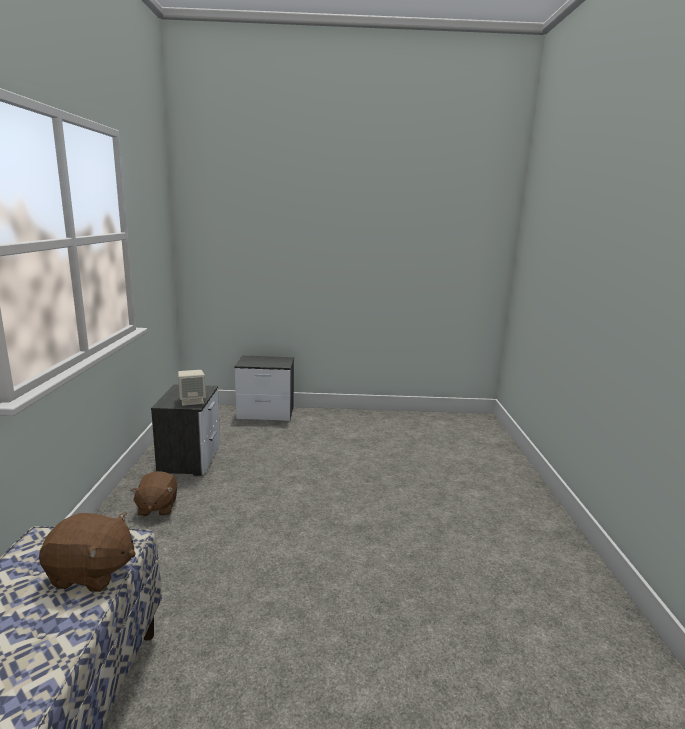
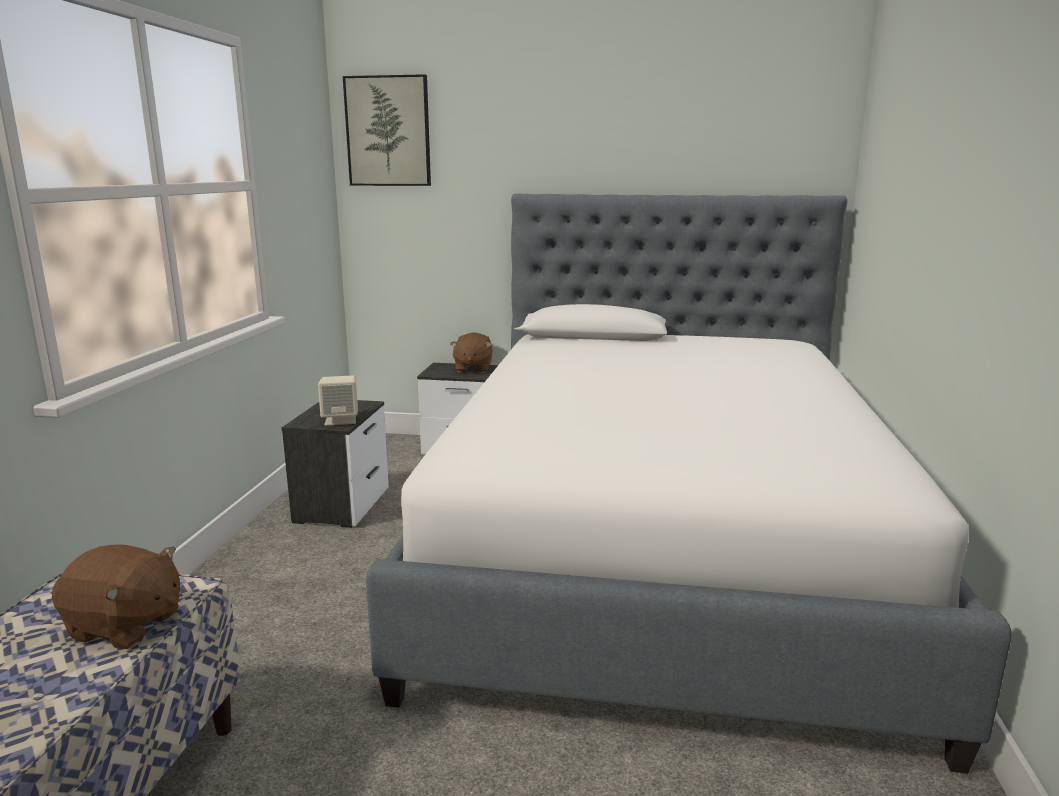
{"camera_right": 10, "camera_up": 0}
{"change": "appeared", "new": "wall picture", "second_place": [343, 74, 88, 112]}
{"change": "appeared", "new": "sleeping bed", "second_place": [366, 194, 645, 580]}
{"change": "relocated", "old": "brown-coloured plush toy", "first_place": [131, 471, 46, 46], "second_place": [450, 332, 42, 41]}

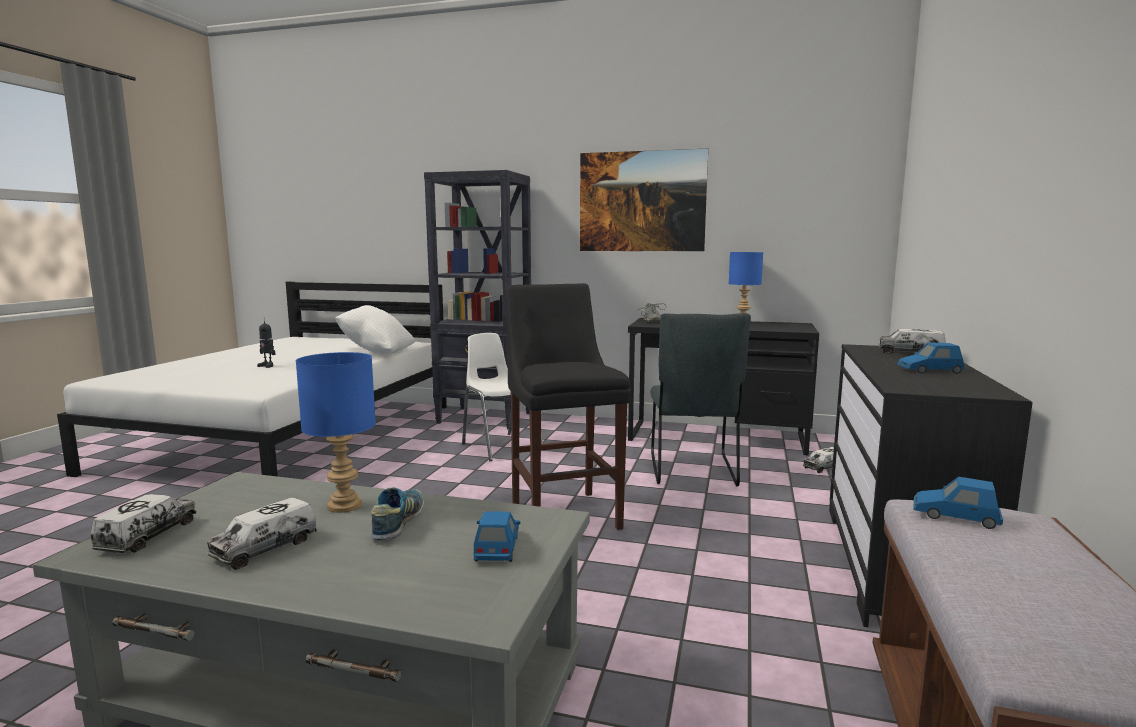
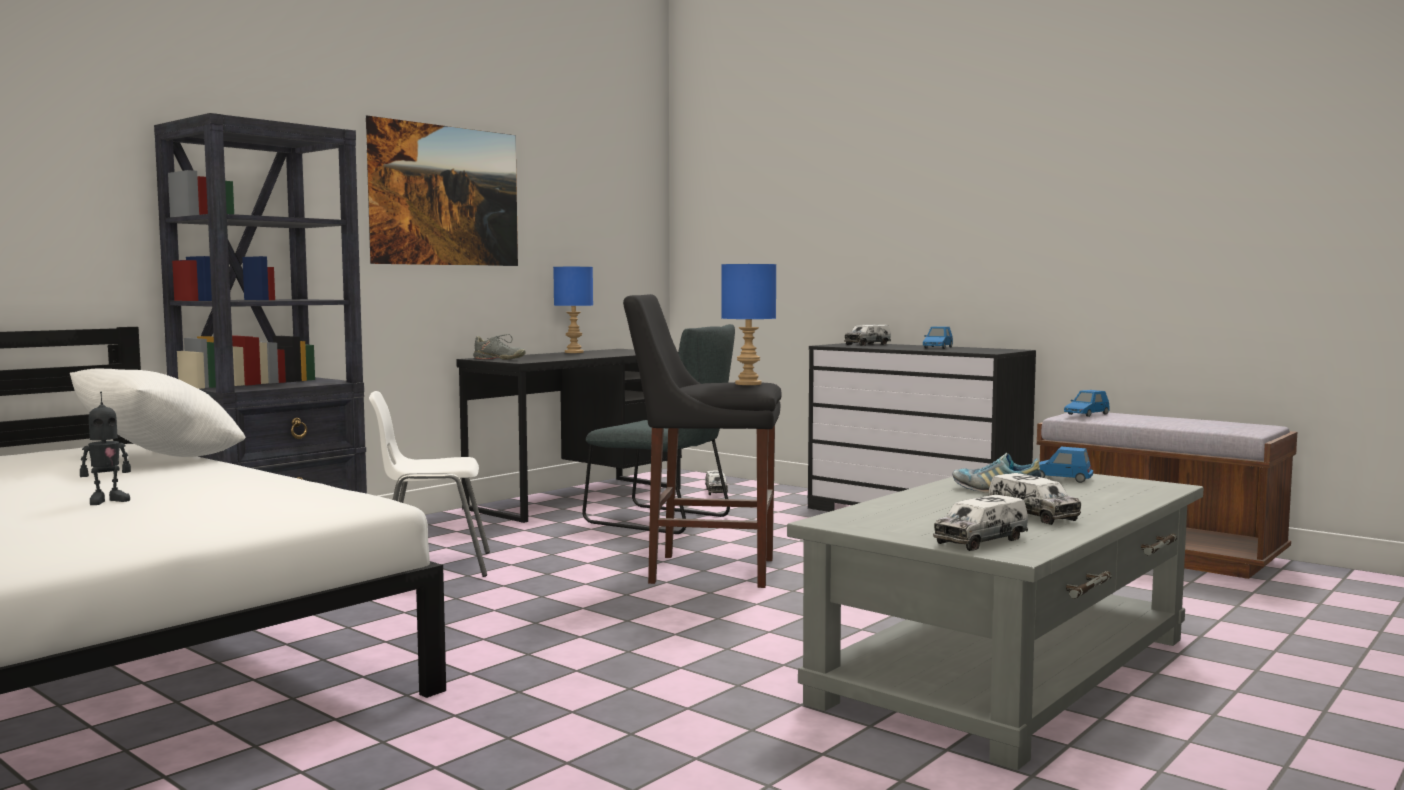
{"camera_right": -65, "camera_up": -5}
{"change": "relocated", "old": "bluish tabletop lamp", "first_place": [296, 352, 80, 161], "second_place": [721, 264, 55, 121]}
{"change": "spun", "old": "toy truck", "first_place": [91, 494, 106, 59], "second_place": [933, 495, 95, 56], "degrees": -75}

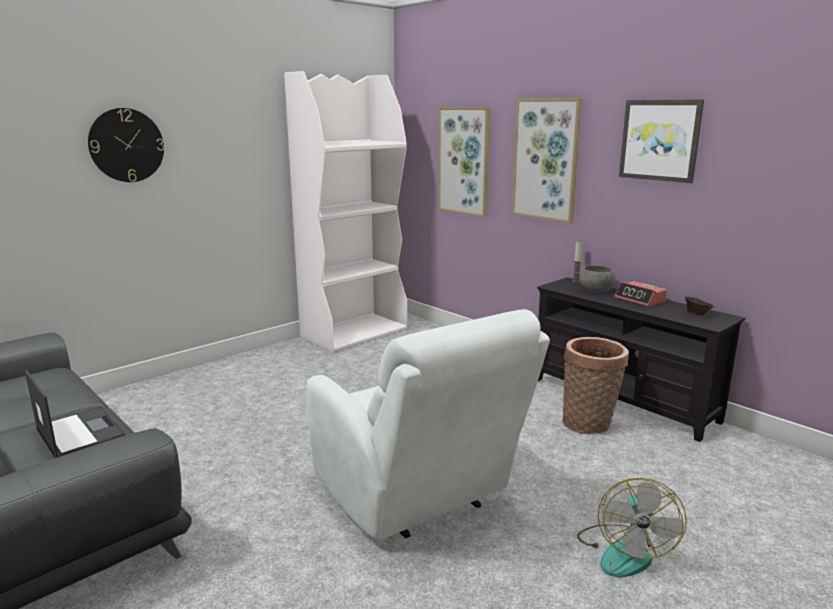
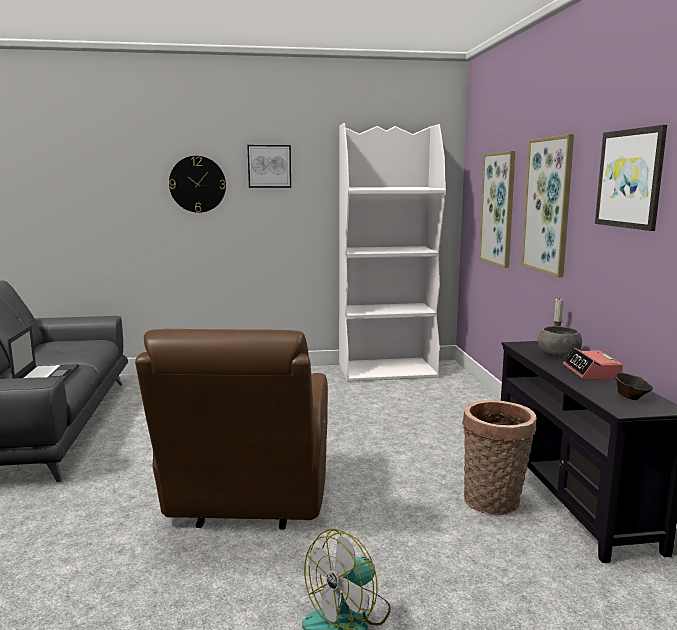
{"camera_right": 35, "camera_up": -5}
{"change": "appeared", "new": "wall picture", "second_place": [247, 145, 44, 43]}
{"change": "colour", "old": "white-coloured easy chair", "new": "brown-coloured easy chair", "first_place": [307, 309, 243, 230], "second_place": [135, 329, 193, 201]}

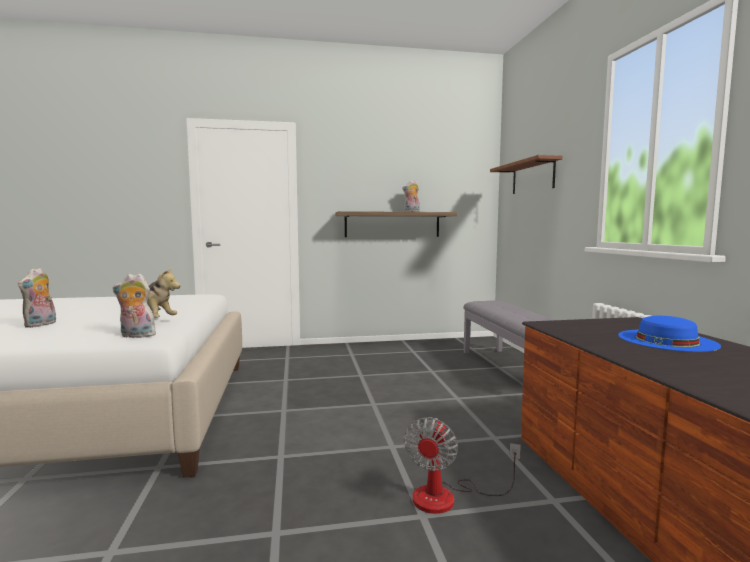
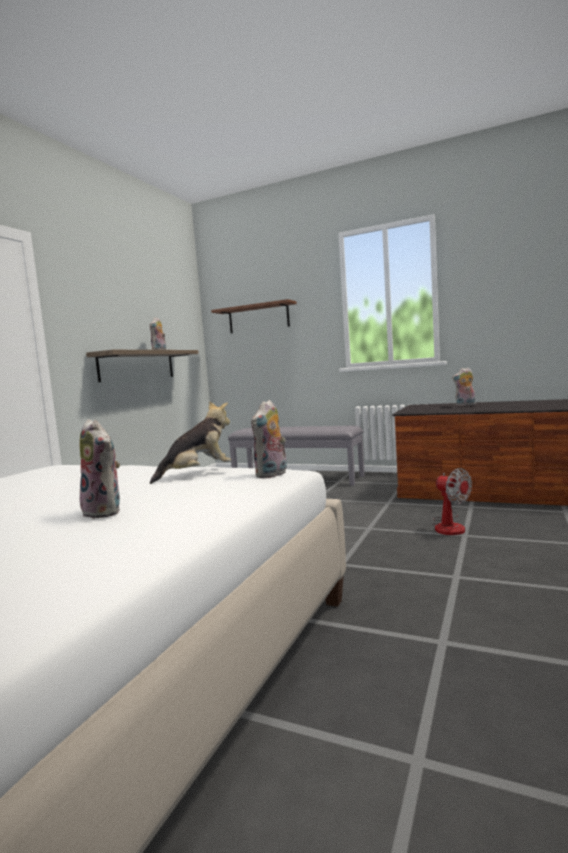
{"camera_right": -55, "camera_up": 0}
{"change": "exchanged", "old": "bluish hat", "new": "plush toy", "first_place": [618, 316, 103, 36], "second_place": [452, 368, 24, 38]}

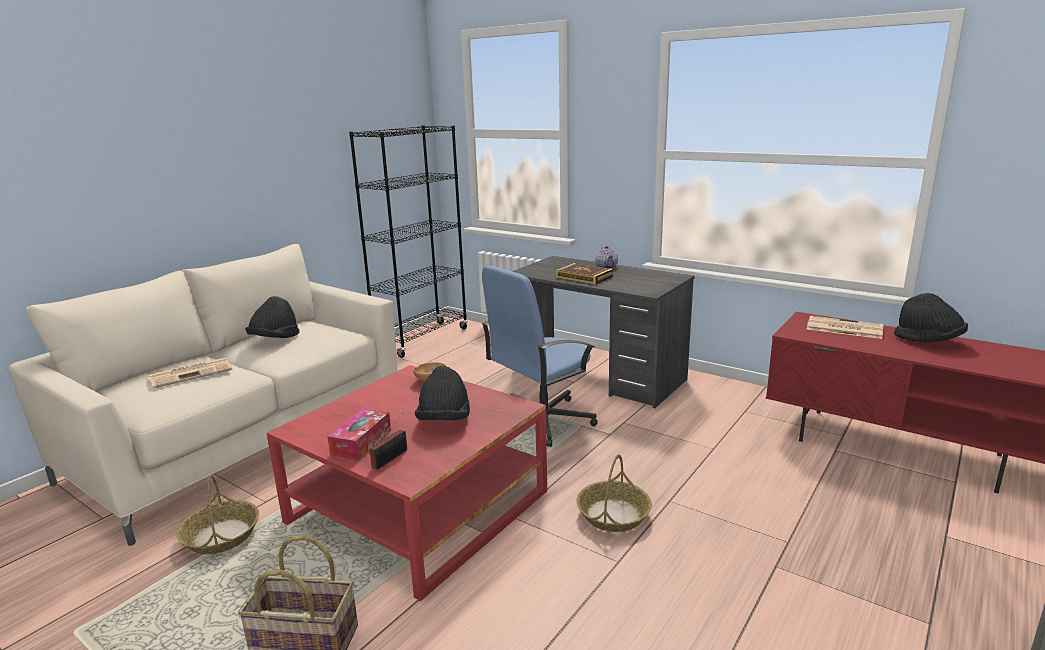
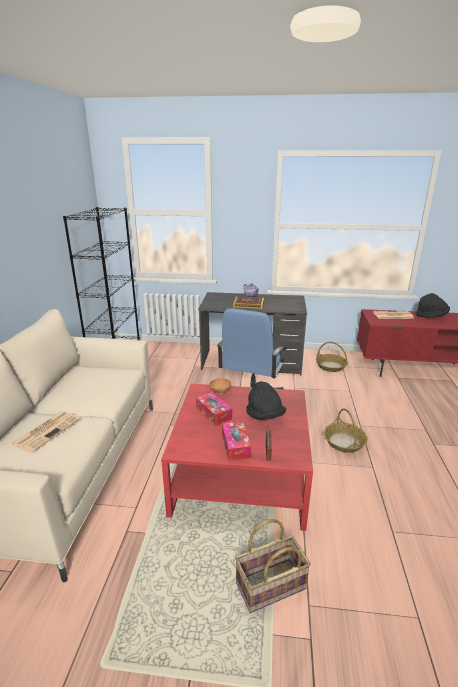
{"camera_right": -30, "camera_up": 5}
{"change": "missing", "old": "black-coloured hat", "first_place": [245, 296, 55, 42]}
{"change": "appeared", "new": "tissue box", "second_place": [196, 392, 36, 34]}
{"change": "relocated", "old": "basket", "first_place": [176, 475, 83, 79], "second_place": [316, 342, 32, 30]}

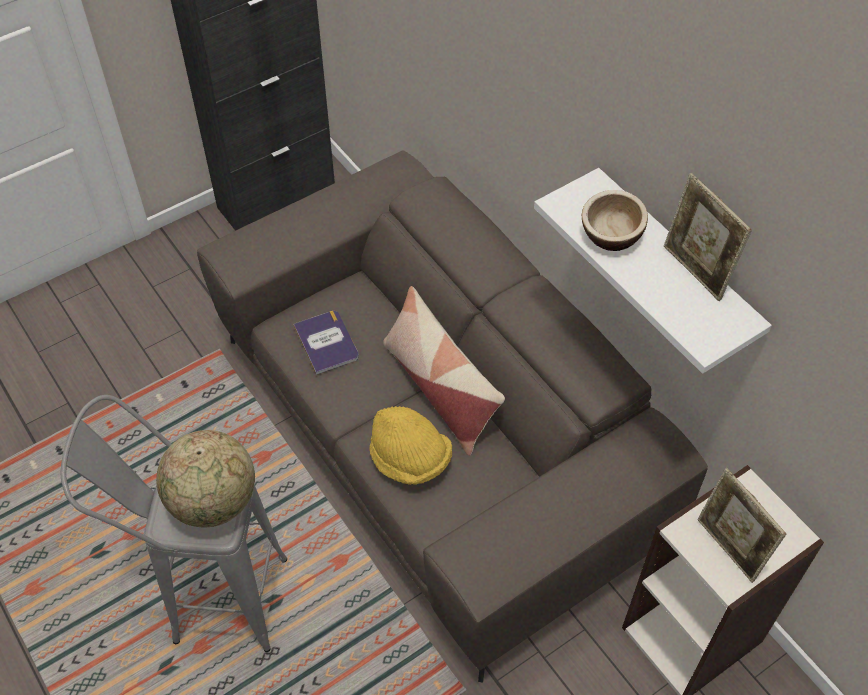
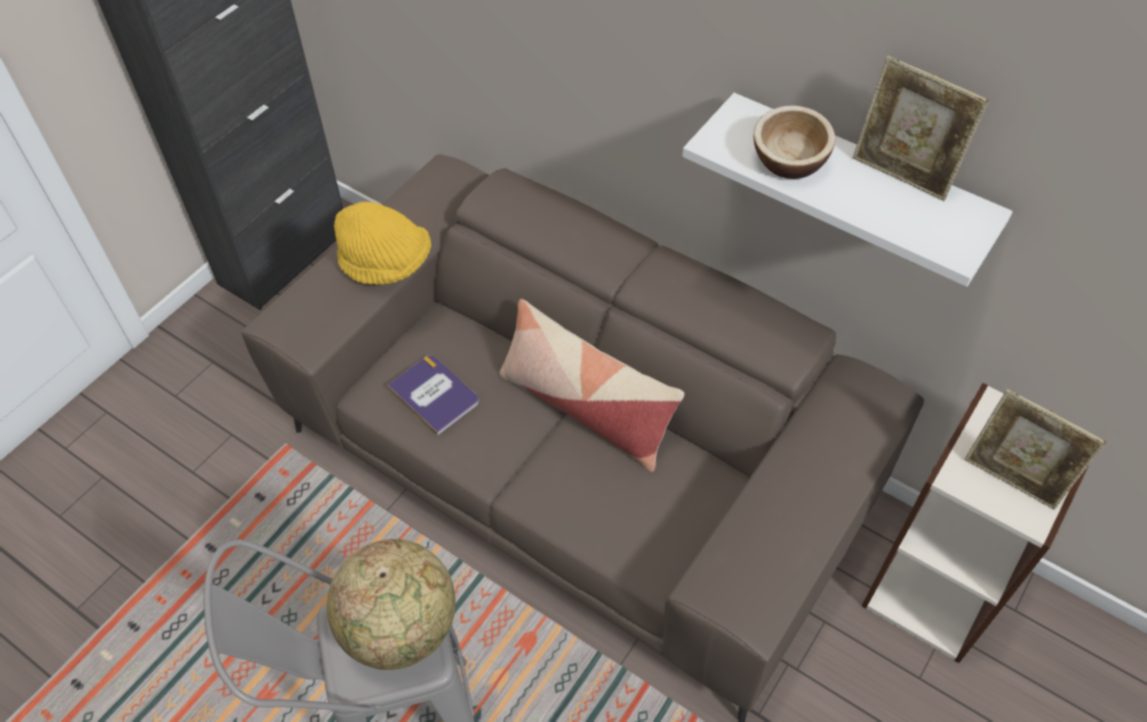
{"camera_right": -20, "camera_up": 0}
{"change": "relocated", "old": "yellow-coloured hat", "first_place": [369, 406, 83, 79], "second_place": [334, 202, 97, 83]}

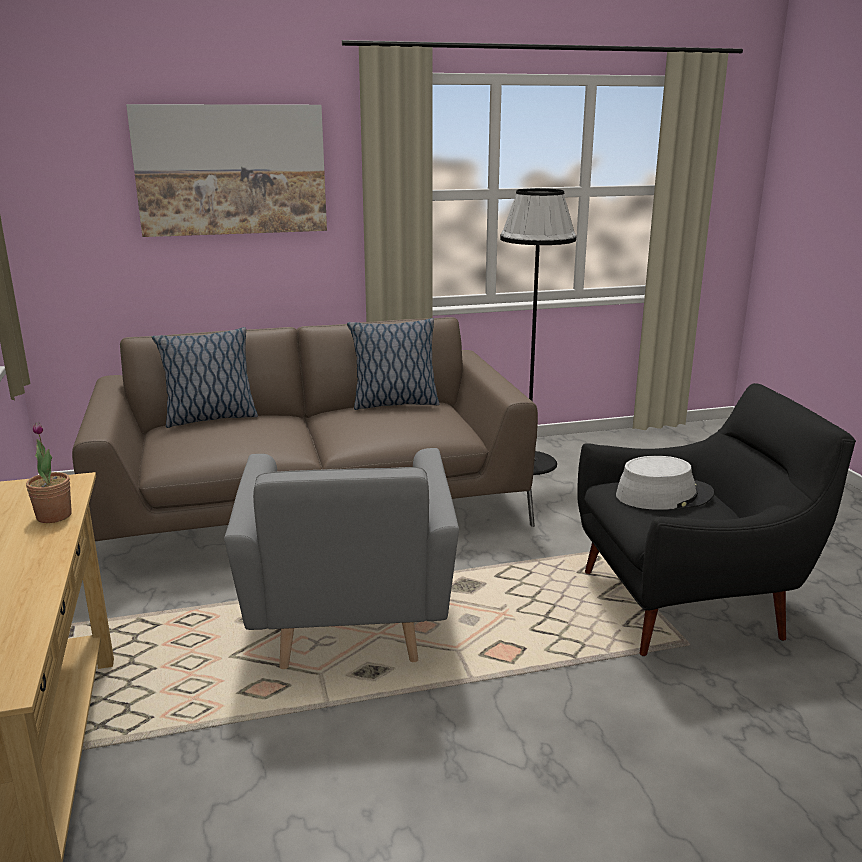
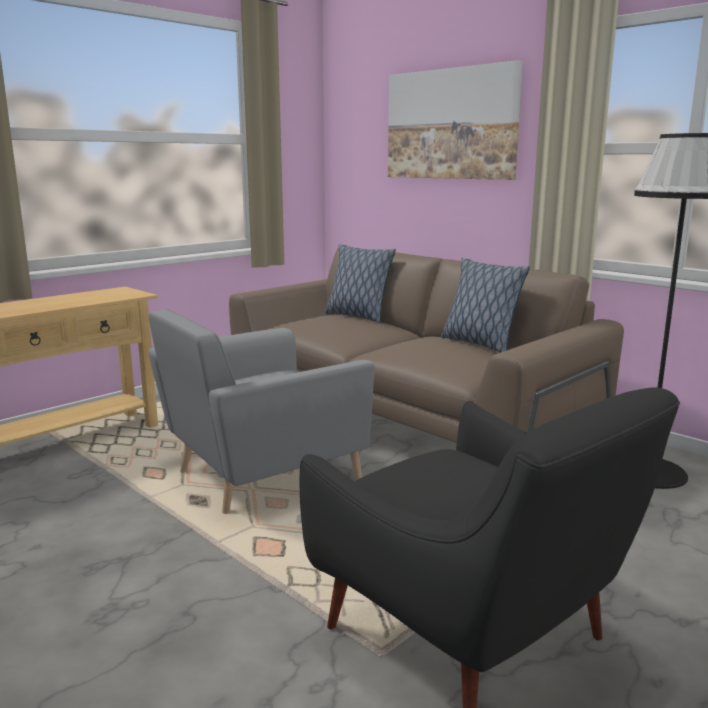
{"camera_right": 60, "camera_up": -5}
{"change": "missing", "old": "plant in a pot", "first_place": [26, 422, 46, 101]}
{"change": "missing", "old": "grey hat", "first_place": [616, 456, 98, 54]}

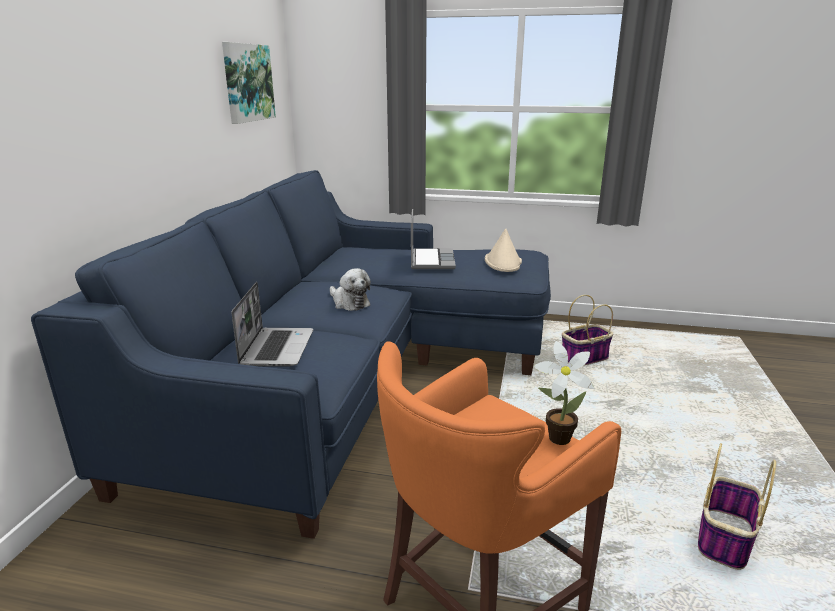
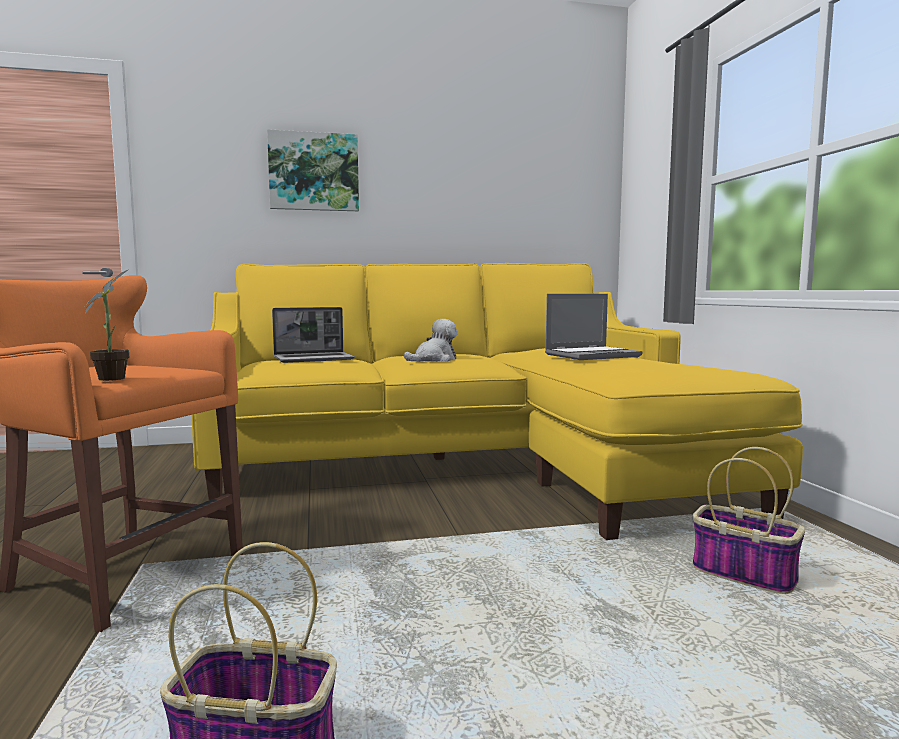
{"camera_right": 65, "camera_up": -15}
{"change": "missing", "old": "beige-coloured hat", "first_place": [485, 229, 37, 43]}
{"change": "relocated", "old": "wall picture", "first_place": [222, 42, 54, 82], "second_place": [267, 129, 92, 82]}
{"change": "colour", "old": "bluish couch", "new": "yellow-coloured couch", "first_place": [31, 170, 520, 369], "second_place": [191, 263, 612, 277]}
{"change": "spun", "old": "plush toy", "first_place": [330, 268, 41, 43], "second_place": [404, 319, 53, 43], "degrees": -150}

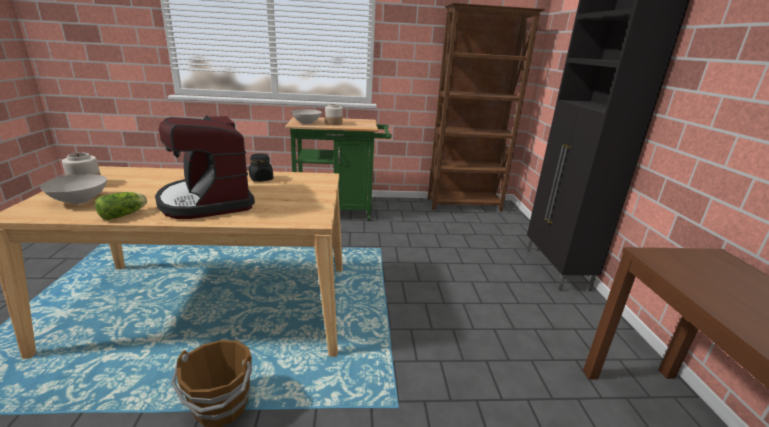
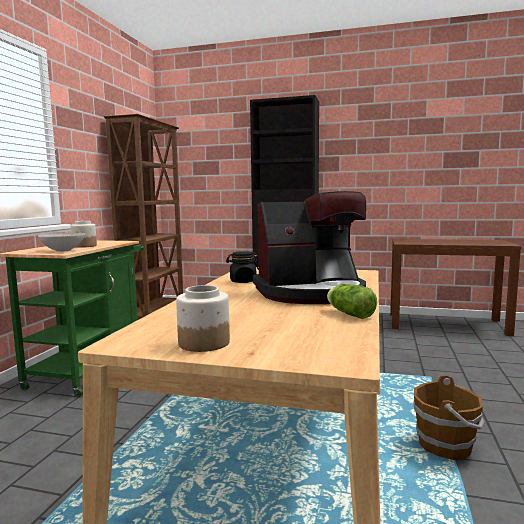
{"camera_right": -70, "camera_up": -15}
{"change": "missing", "old": "white-coloured bowl", "first_place": [40, 174, 67, 30]}

